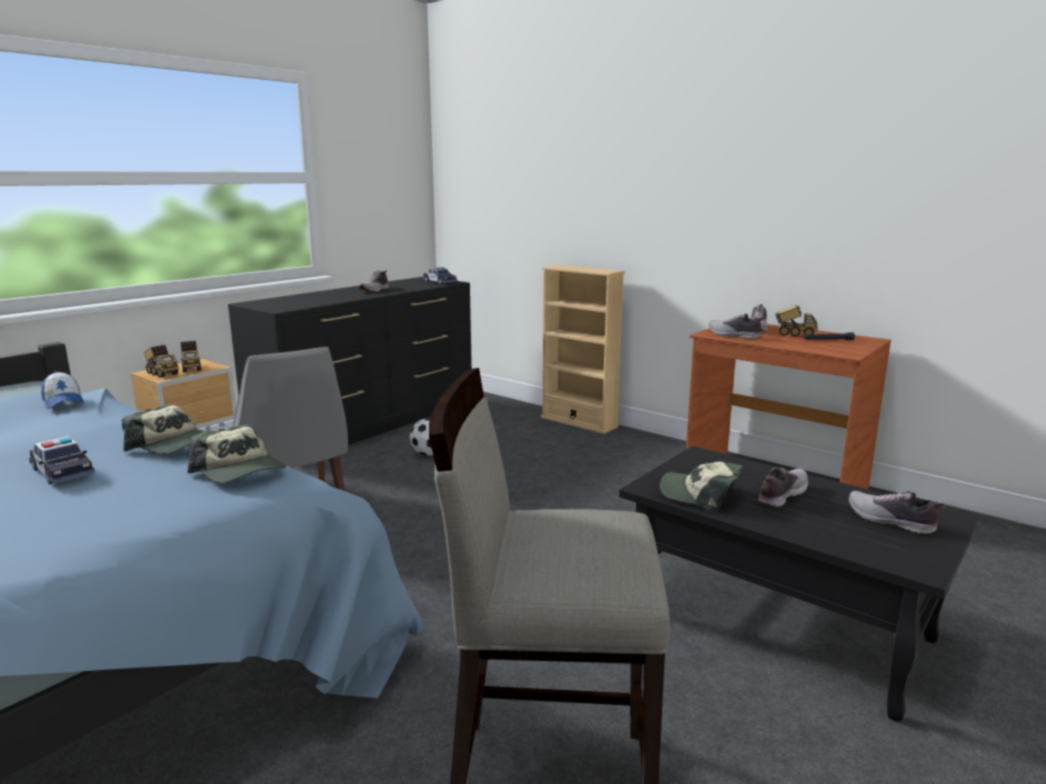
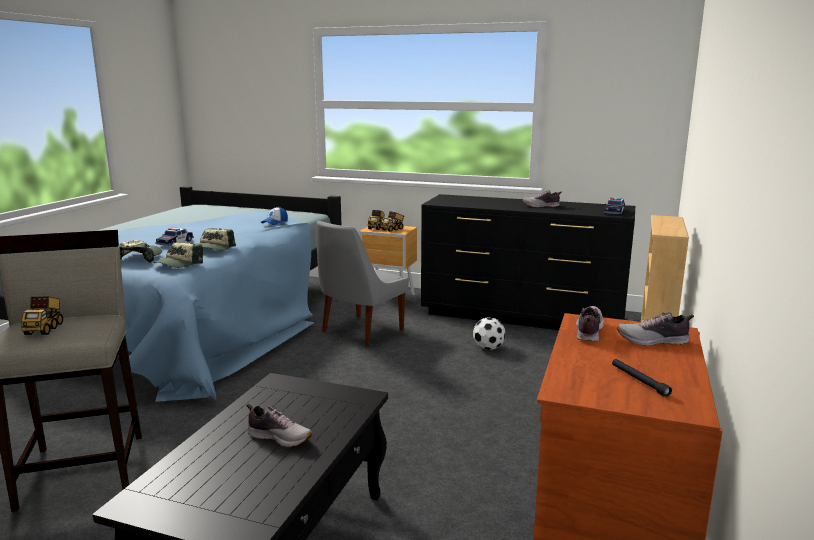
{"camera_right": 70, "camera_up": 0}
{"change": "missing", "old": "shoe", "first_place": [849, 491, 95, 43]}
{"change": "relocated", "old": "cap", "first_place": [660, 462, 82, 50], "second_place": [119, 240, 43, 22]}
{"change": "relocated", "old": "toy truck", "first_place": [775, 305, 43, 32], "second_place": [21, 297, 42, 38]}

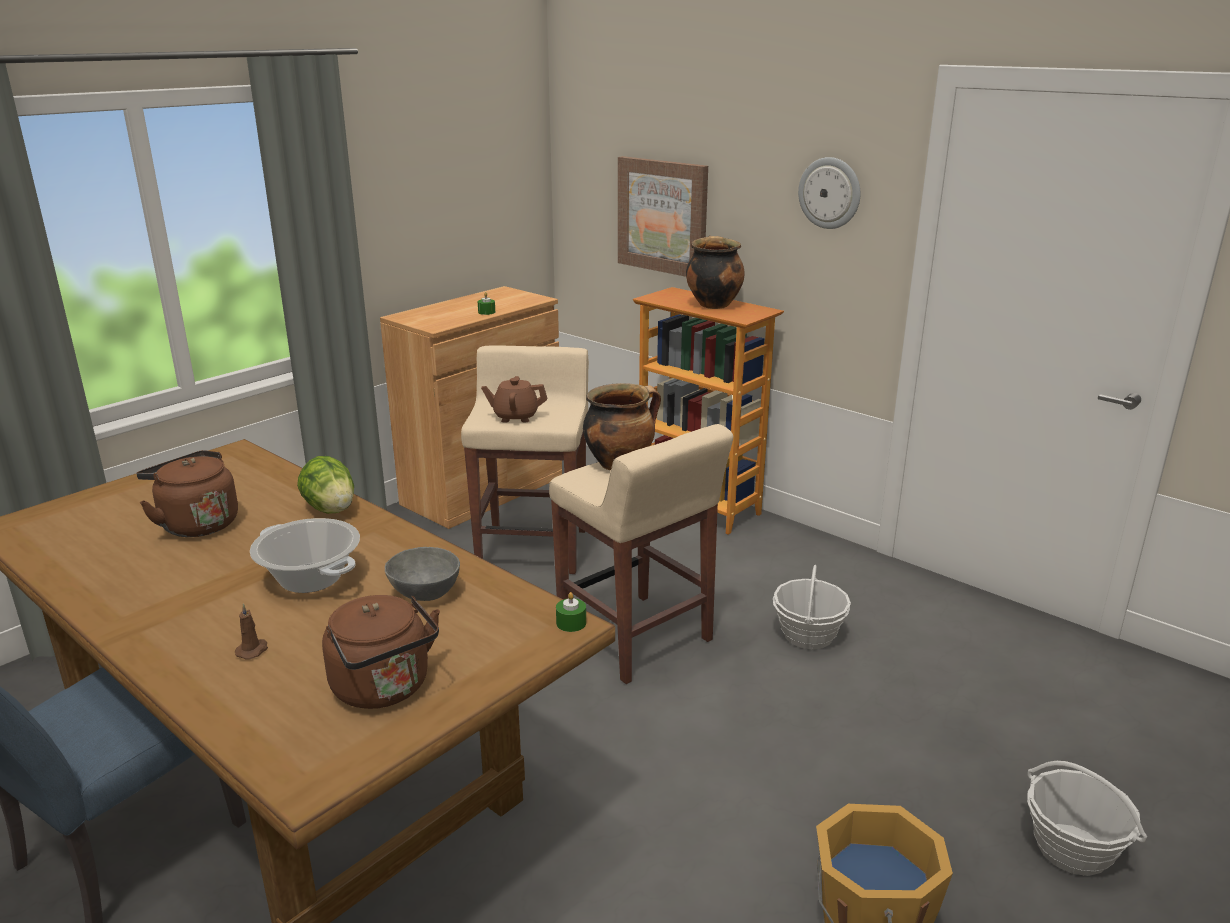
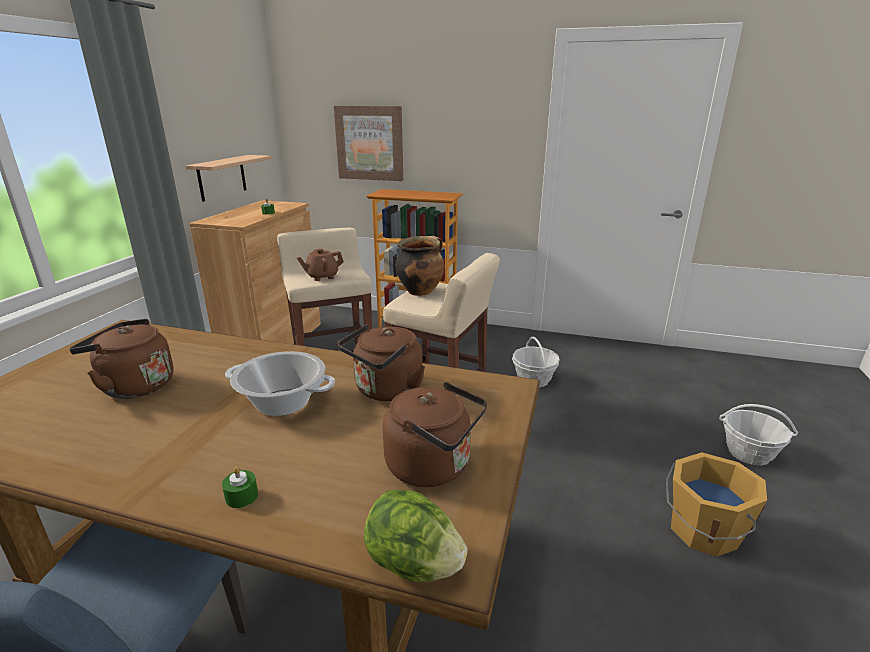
{"camera_right": -25, "camera_up": 0}
{"change": "missing", "old": "brown-coloured wax candle", "first_place": [235, 603, 33, 57]}
{"change": "missing", "old": "cooking pot", "first_place": [686, 236, 59, 73]}
{"change": "missing", "old": "clock on the wall", "first_place": [798, 157, 63, 72]}
{"change": "appeared", "new": "wall shelf", "second_place": [186, 155, 86, 47]}
{"change": "relocated", "old": "head of lettuce", "first_place": [297, 456, 57, 58], "second_place": [364, 490, 104, 93]}
{"change": "relocated", "old": "green wax candle", "first_place": [556, 592, 30, 40], "second_place": [222, 467, 36, 41]}
{"change": "exchanged", "old": "grey bowl", "new": "brown-coloured water kettle", "first_place": [385, 547, 75, 54], "second_place": [338, 324, 87, 77]}

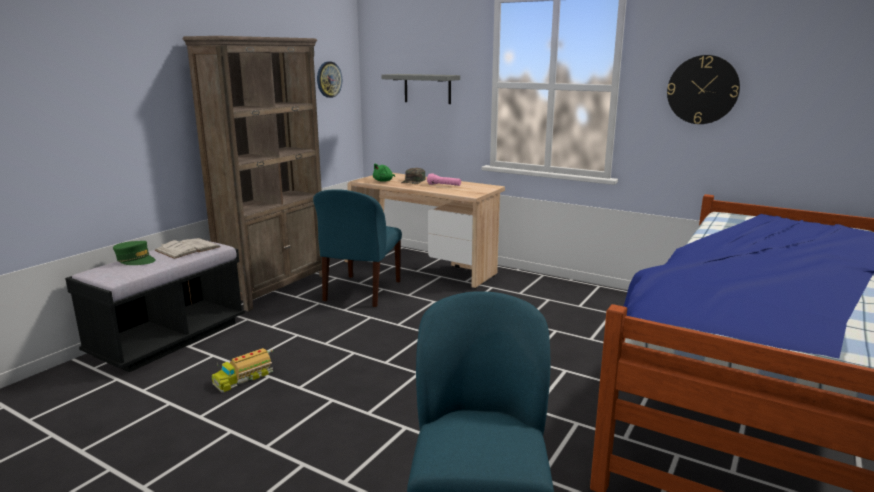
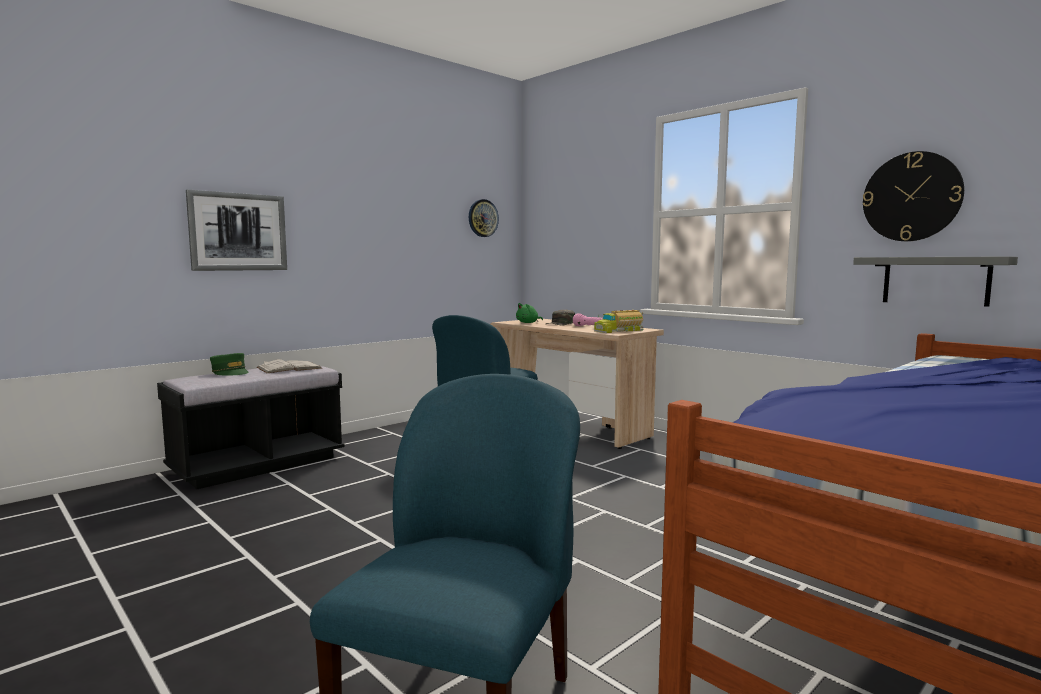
{"camera_right": 15, "camera_up": -10}
{"change": "missing", "old": "brown-coloured bookcase", "first_place": [183, 36, 139, 276]}
{"change": "appeared", "new": "wall picture", "second_place": [186, 190, 101, 81]}
{"change": "relocated", "old": "toy truck", "first_place": [212, 348, 61, 45], "second_place": [594, 310, 50, 23]}
{"change": "relocated", "old": "grey wall shelf", "first_place": [381, 74, 79, 30], "second_place": [853, 256, 165, 51]}

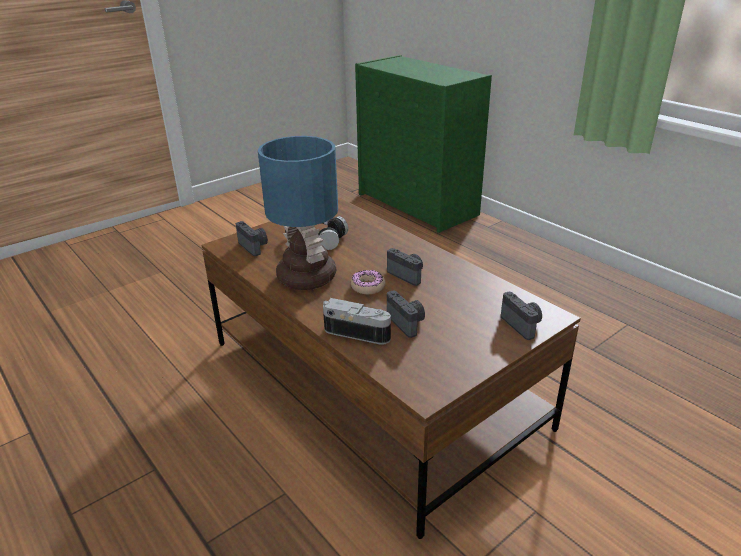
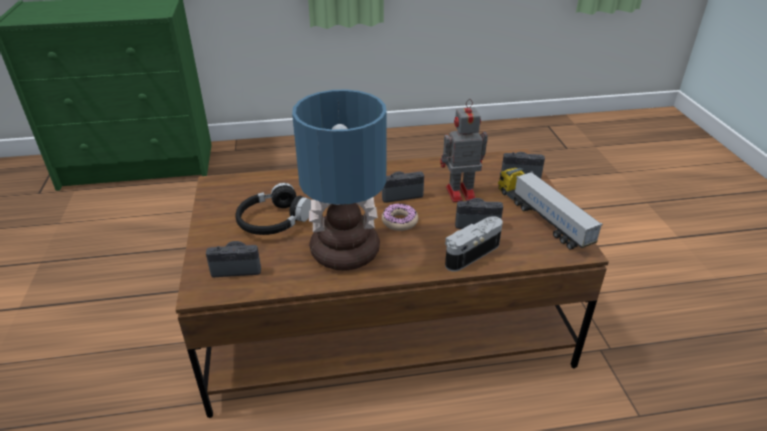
{"camera_right": -60, "camera_up": 5}
{"change": "appeared", "new": "robot figure", "second_place": [440, 99, 48, 103]}
{"change": "appeared", "new": "toy truck", "second_place": [498, 168, 105, 82]}

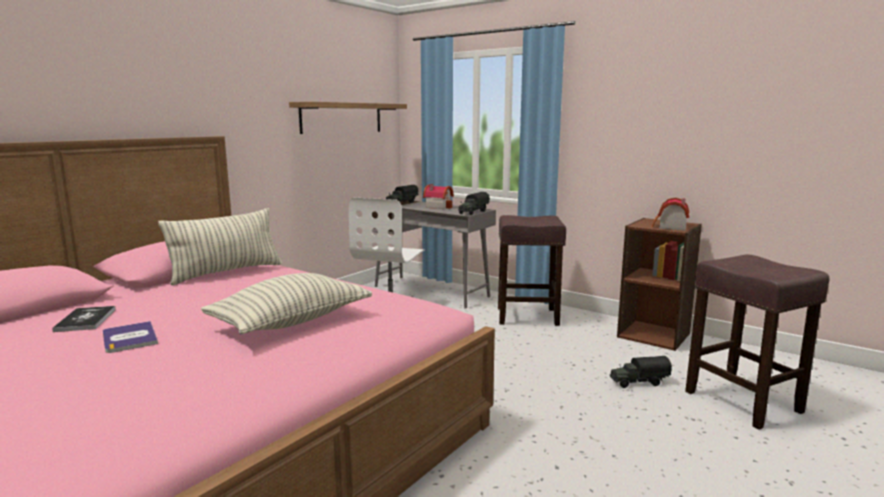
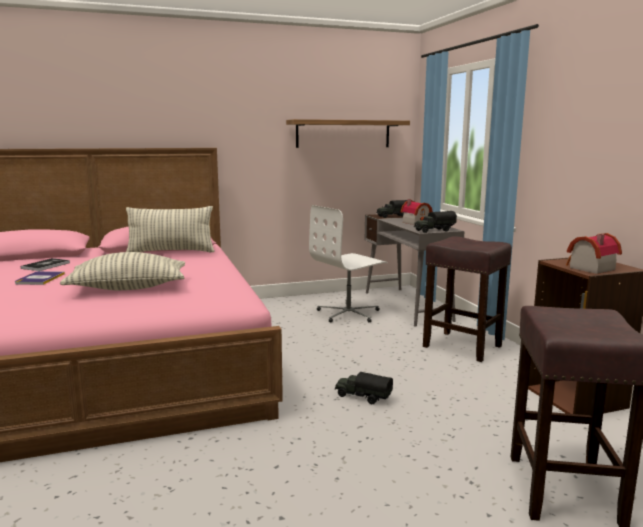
{"camera_right": 35, "camera_up": 0}
{"change": "relocated", "old": "toy truck", "first_place": [610, 356, 62, 32], "second_place": [335, 372, 58, 32]}

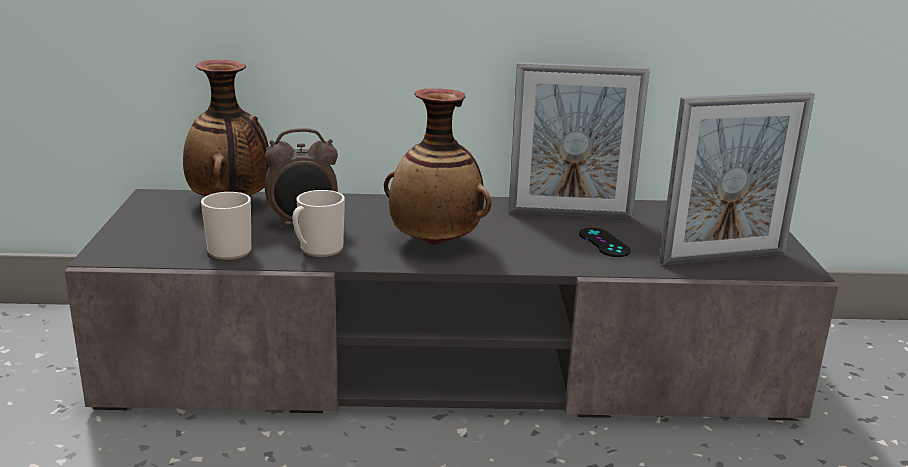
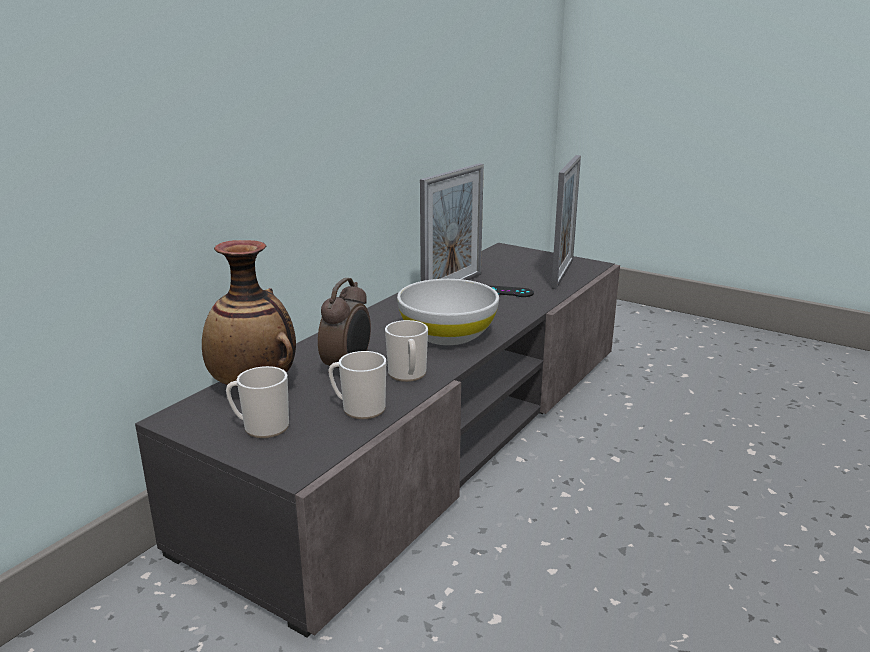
{"camera_right": -55, "camera_up": 0}
{"change": "appeared", "new": "coffee mug", "second_place": [226, 366, 63, 72]}
{"change": "exchanged", "old": "vase", "new": "white-coloured bowl", "first_place": [384, 89, 107, 156], "second_place": [397, 279, 102, 66]}

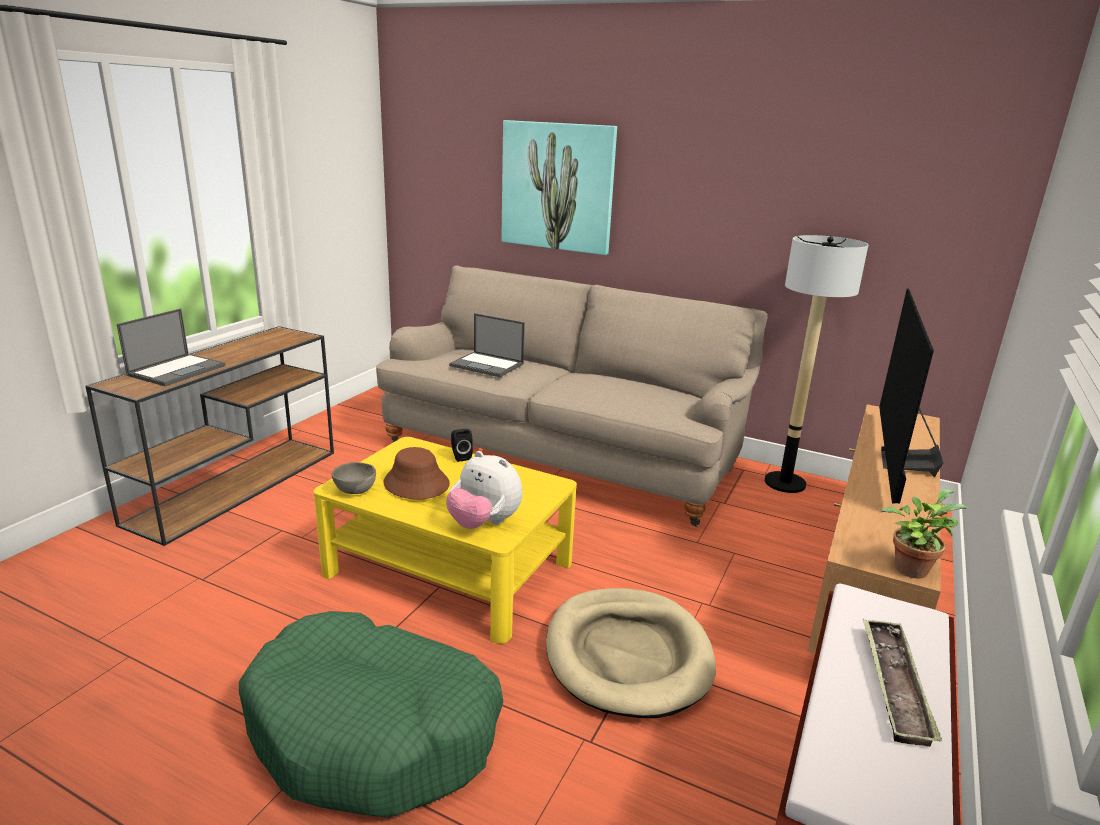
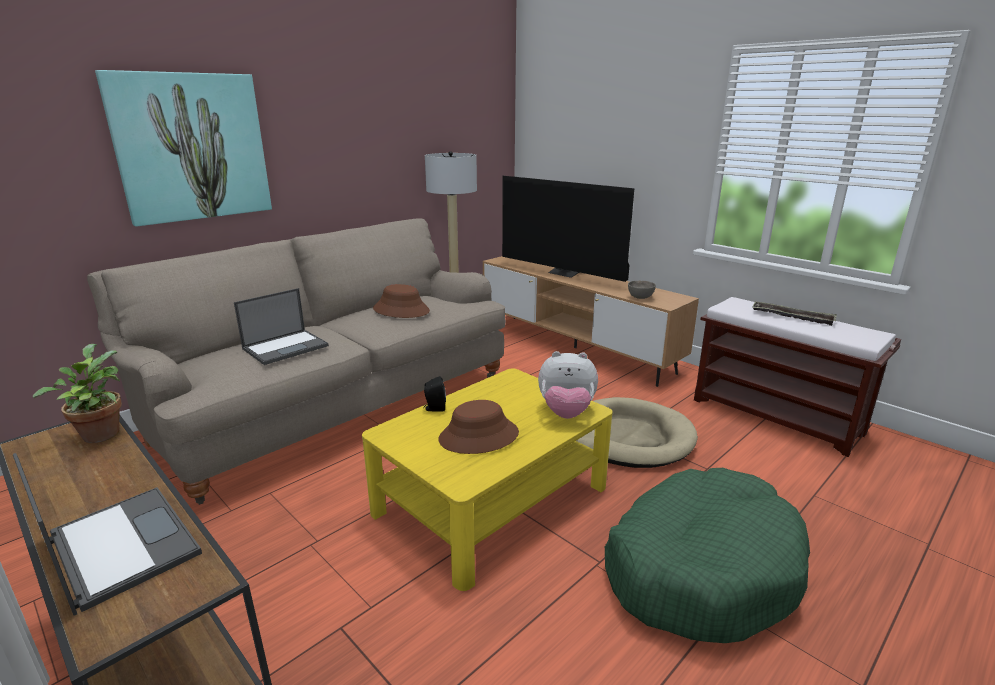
{"camera_right": -70, "camera_up": 0}
{"change": "appeared", "new": "brown-coloured hat", "second_place": [373, 284, 57, 34]}
{"change": "relocated", "old": "grey bowl", "first_place": [332, 462, 44, 32], "second_place": [628, 281, 28, 18]}
{"change": "relocated", "old": "plant in a pot", "first_place": [881, 488, 85, 90], "second_place": [33, 344, 89, 99]}
{"change": "spun", "old": "plush toy", "first_place": [446, 451, 76, 78], "second_place": [538, 351, 60, 68], "degrees": 45}

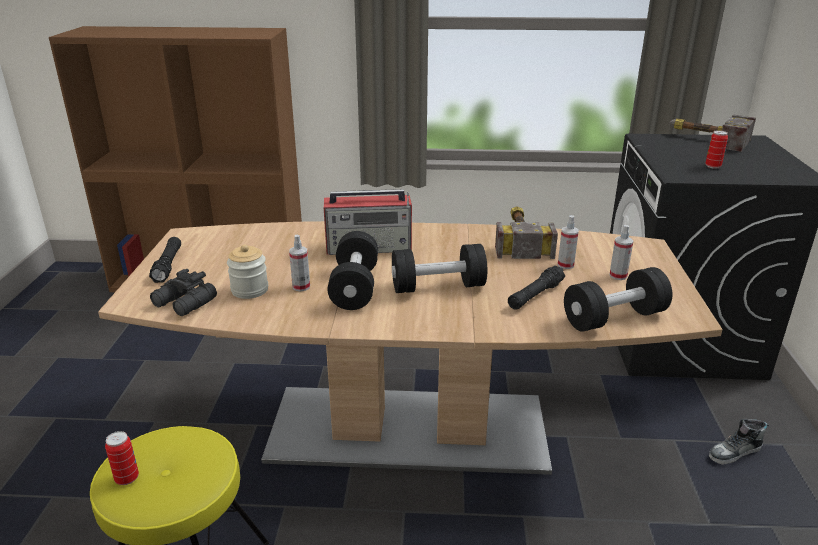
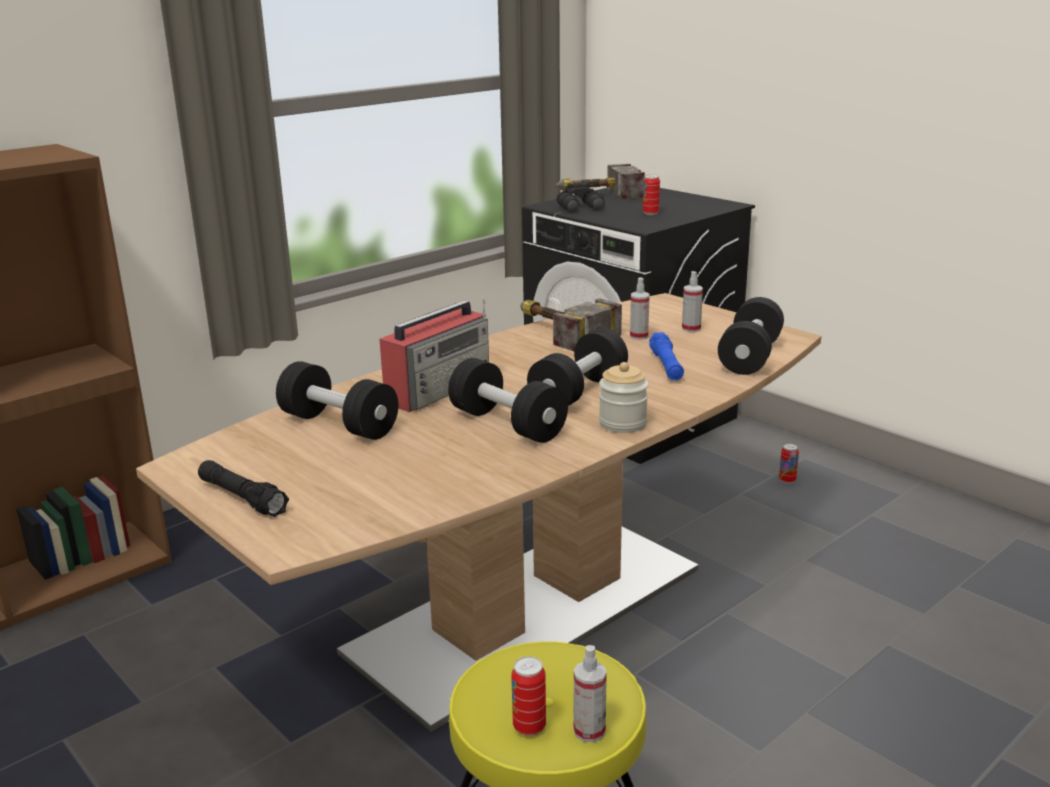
{"camera_right": -45, "camera_up": -5}
{"change": "appeared", "new": "black-coloured hand weight", "second_place": [276, 361, 122, 79]}
{"change": "relocated", "old": "black-coloured field glasses", "first_place": [150, 269, 67, 47], "second_place": [557, 181, 48, 31]}
{"change": "relocated", "old": "storage jar", "first_place": [227, 244, 41, 55], "second_place": [599, 362, 50, 71]}
{"change": "relocated", "old": "sprayer", "first_place": [289, 235, 21, 57], "second_place": [574, 645, 33, 97]}
{"change": "exchanged", "old": "shoe", "new": "sealed can", "first_place": [709, 419, 60, 46], "second_place": [779, 443, 20, 41]}
{"change": "colour", "old": "black-coloured torch", "new": "bluish torch", "first_place": [508, 265, 57, 45], "second_place": [649, 332, 35, 49]}

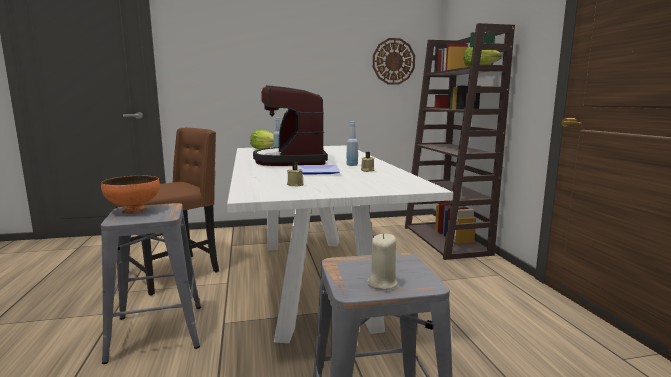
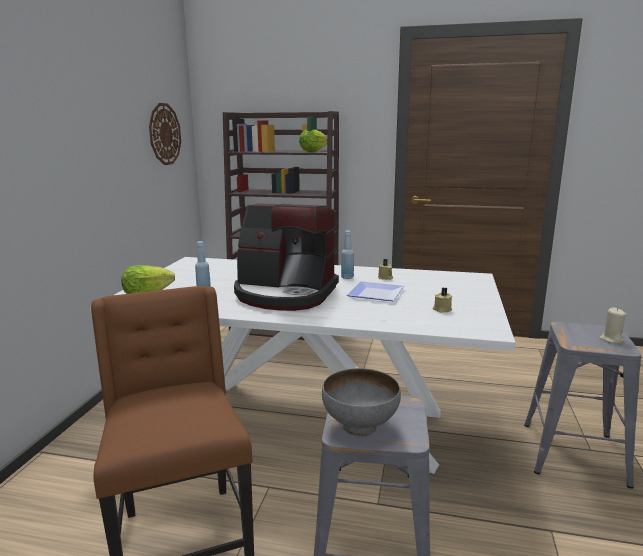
{"camera_right": -65, "camera_up": 5}
{"change": "colour", "old": "orange-coloured bowl", "new": "grey bowl", "first_place": [101, 175, 59, 39], "second_place": [322, 368, 79, 69]}

